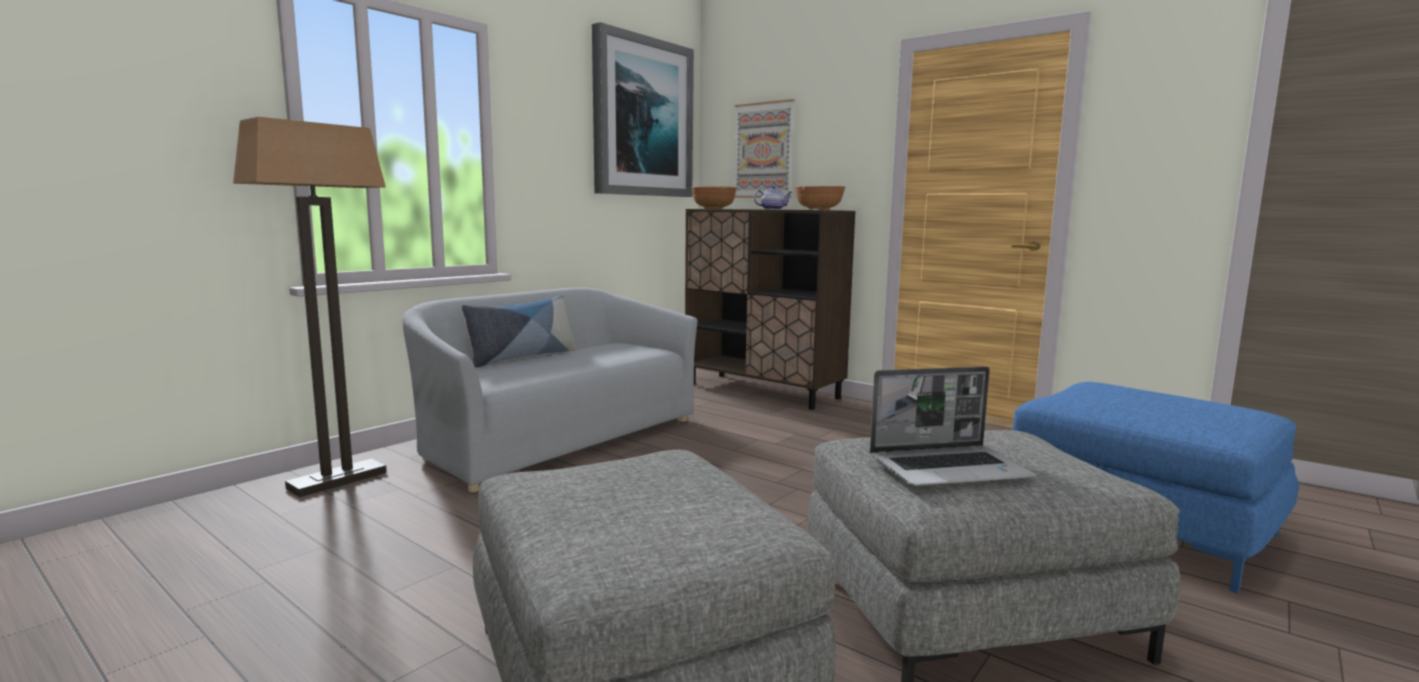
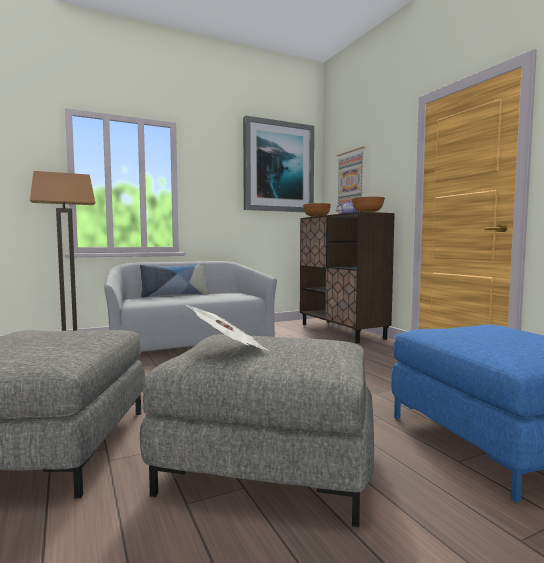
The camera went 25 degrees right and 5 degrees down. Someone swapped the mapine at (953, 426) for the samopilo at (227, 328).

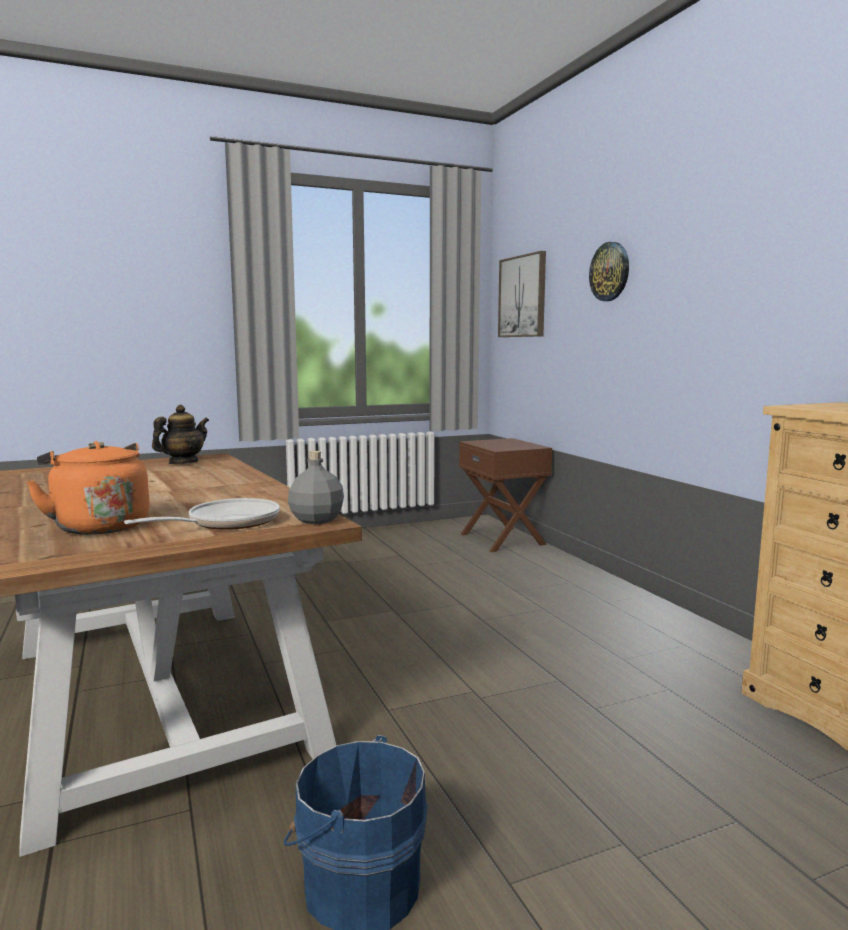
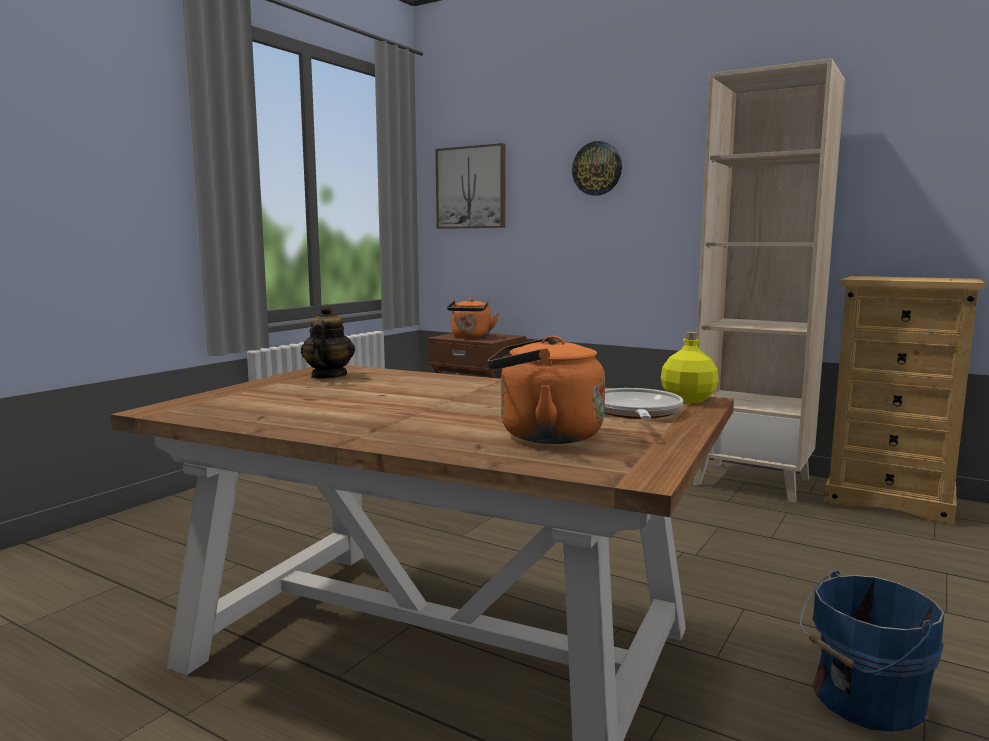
The camera went 35 degrees left and 0 degrees up. Someone put down the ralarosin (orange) at (473, 318). Someone repainted the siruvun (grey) at (316, 487), which became the siruvun (yellow) at (689, 367). Someone put down the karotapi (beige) at (769, 280).

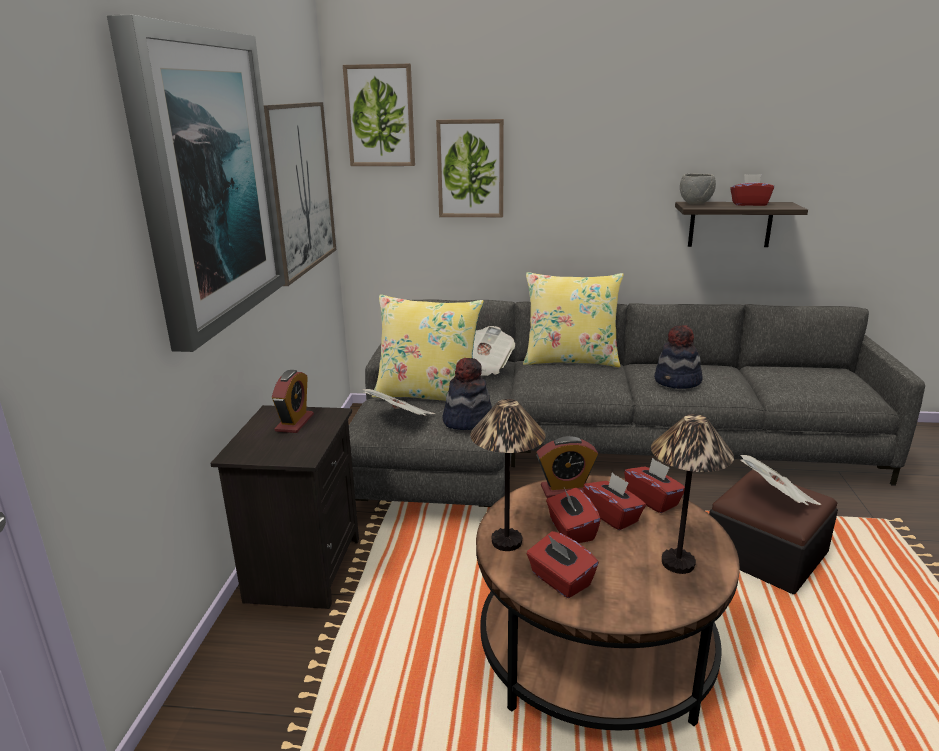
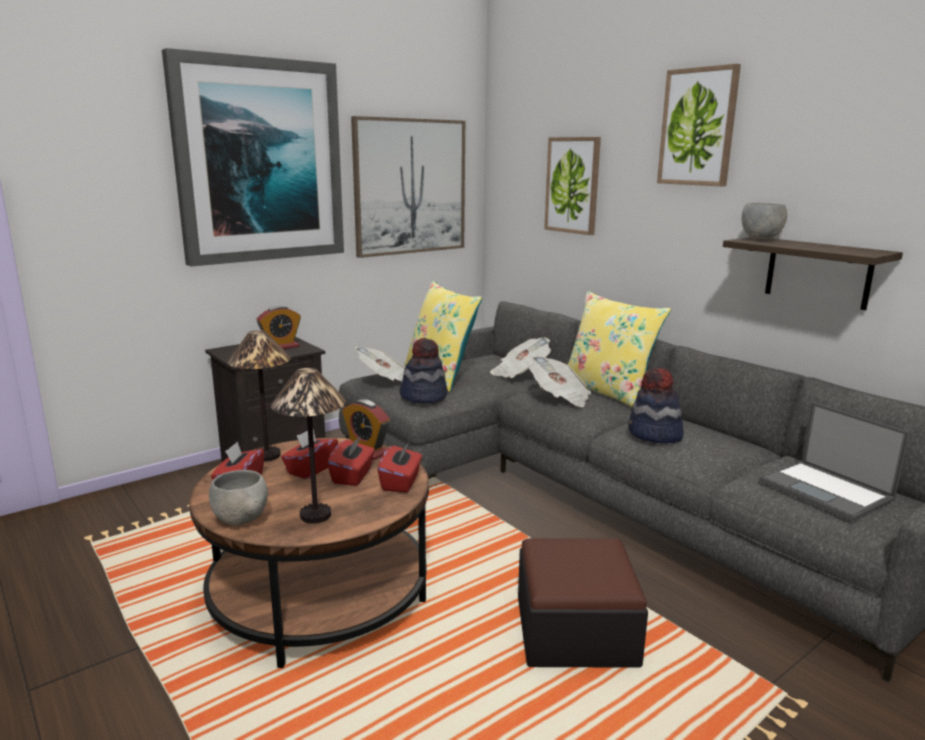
The camera went 45 degrees right and 5 degrees down. Someone put down the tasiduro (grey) at (238, 497). Someone carried the samopilo from (780, 480) to (560, 381). Someone carried the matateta from (379, 115) to (699, 125). Someone put down the mapine at (834, 462). Someone took away the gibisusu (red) at (752, 190).

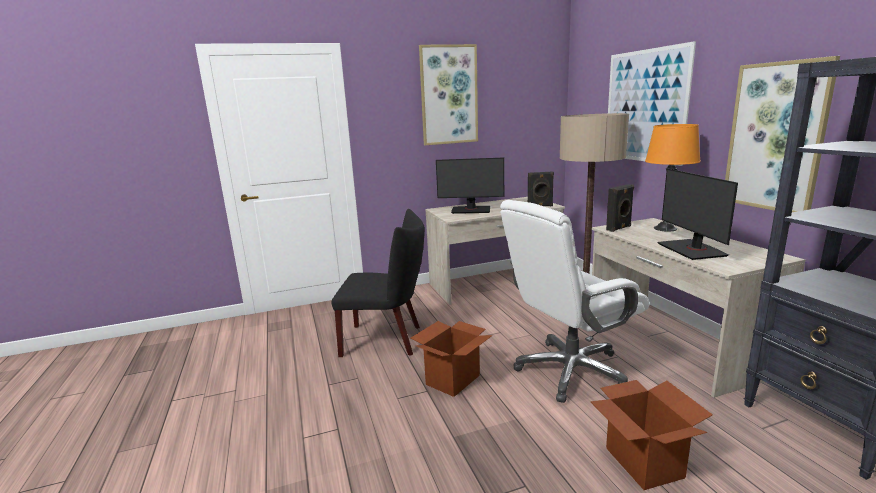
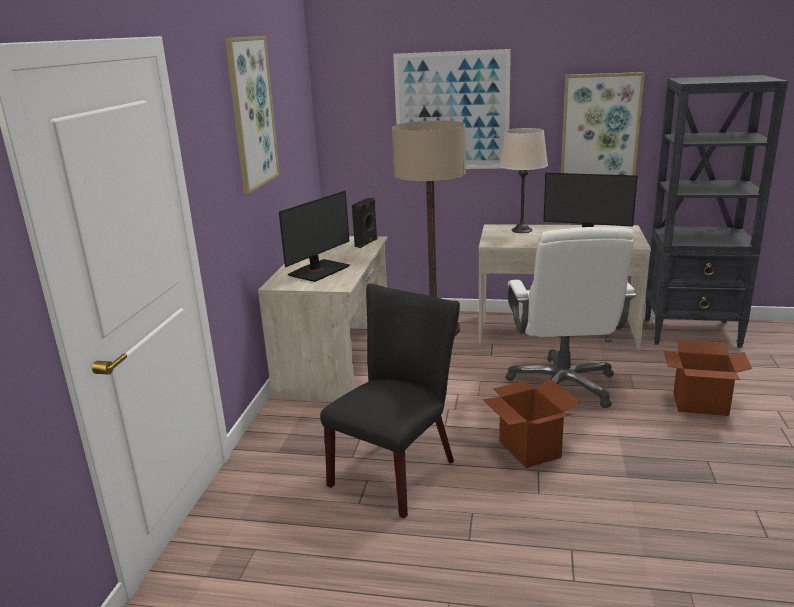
The camera went 60 degrees left and 5 degrees up. Someone repainted the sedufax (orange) at (673, 178), which became the sedufax (beige) at (523, 180). Someone took away the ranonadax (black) at (620, 208).

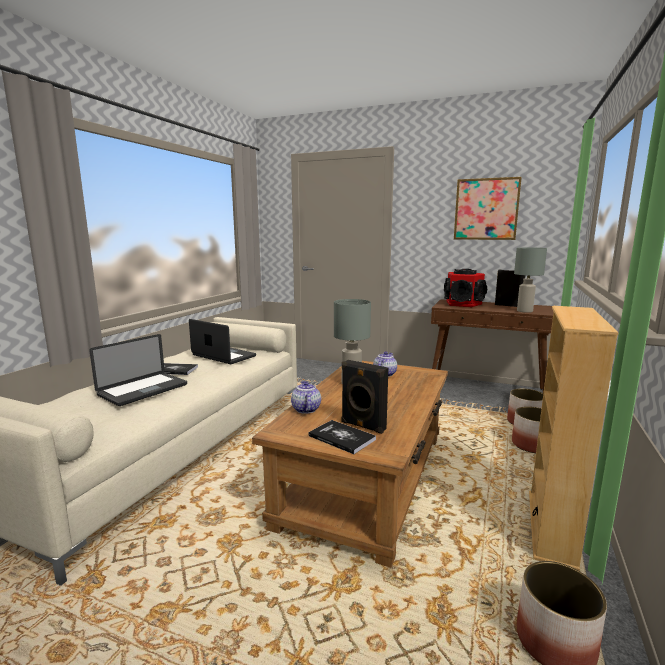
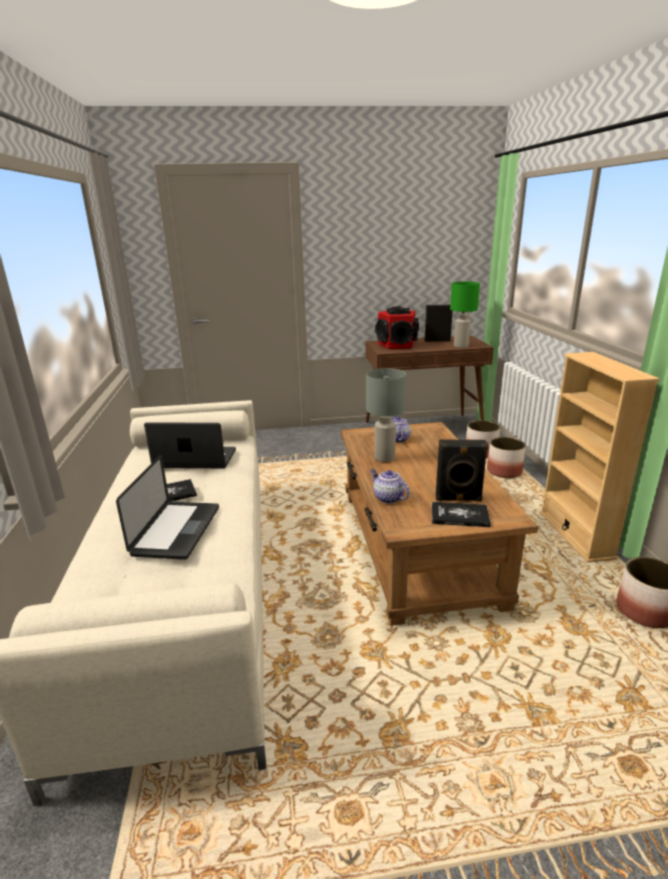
The camera went 30 degrees left and 10 degrees up. Someone repainted the sedufax (grey) at (530, 280), which became the sedufax (green) at (465, 315). Someone took away the matateta at (488, 208).

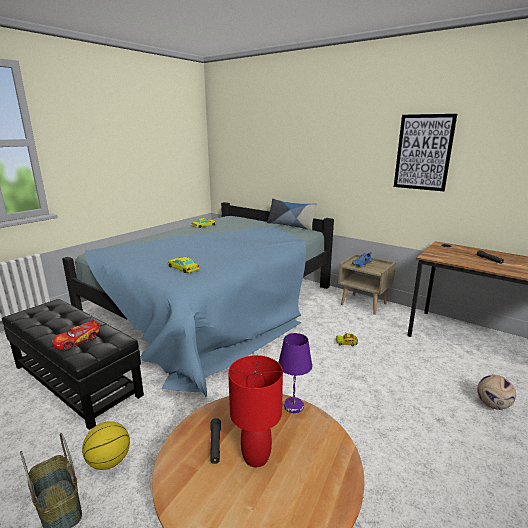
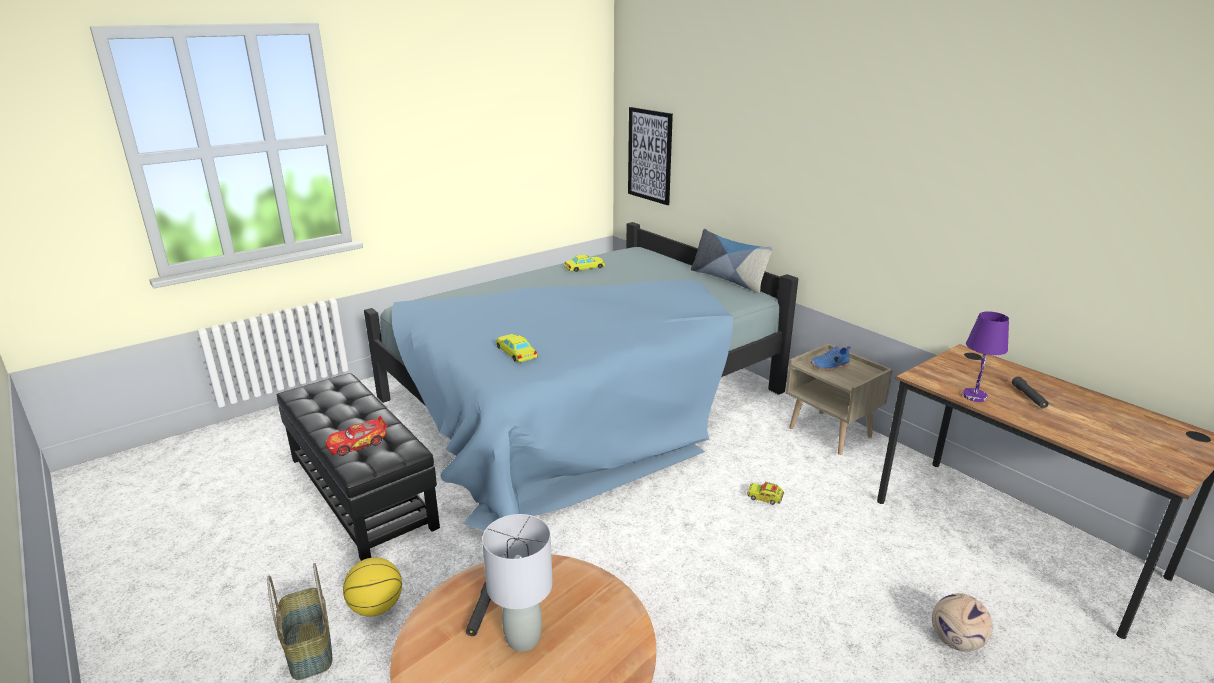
The camera went 15 degrees right and 5 degrees up. Someone repainted the sedufax (red) at (255, 411), which became the sedufax (grey) at (517, 583). Someone carried the matateta from (425, 152) to (650, 156). Someone carried the sedufax (purple) from (295, 373) to (985, 356).

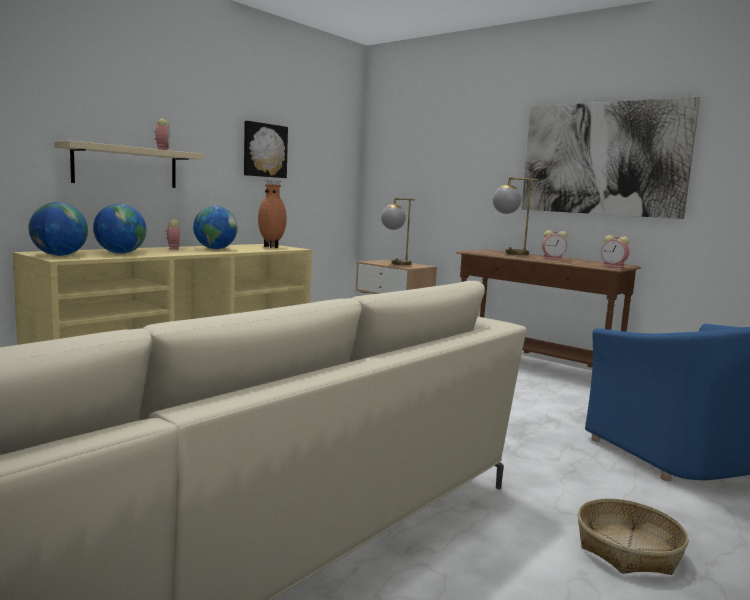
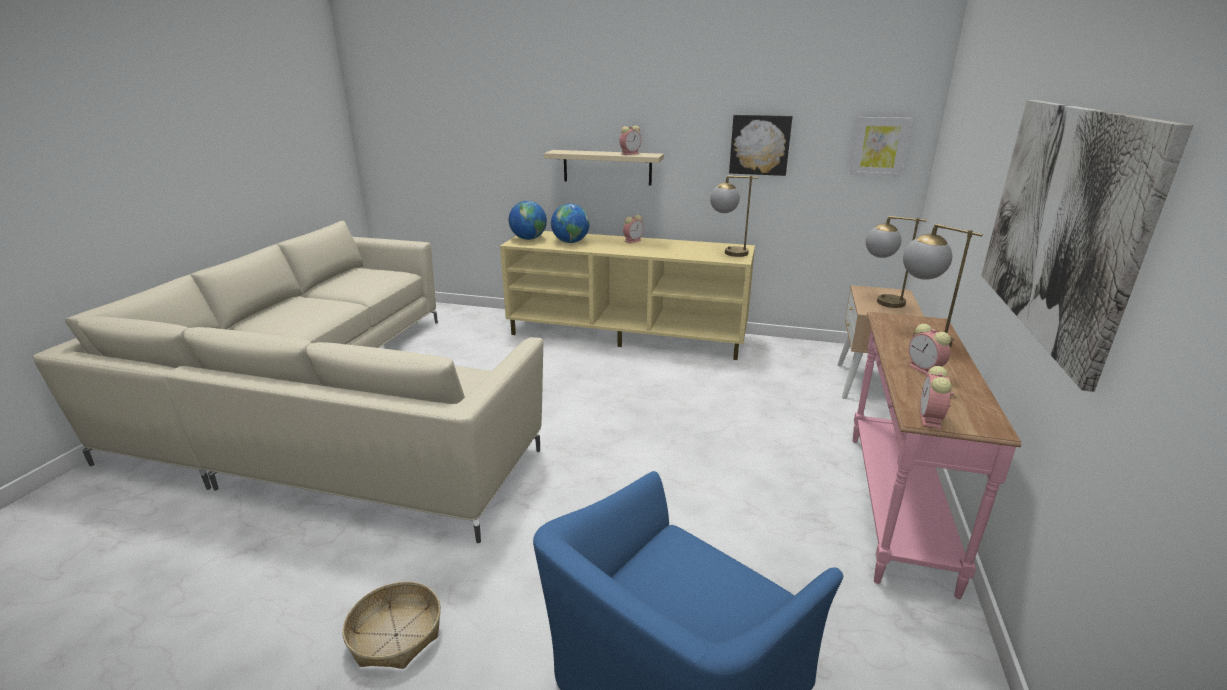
The camera went 65 degrees right and 15 degrees up. Someone swapped the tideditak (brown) at (272, 214) for the sedufax at (734, 216). Someone put up the matateta at (881, 146). Someone repainted the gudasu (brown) at (548, 308), which became the gudasu (pink) at (937, 455). Someone took away the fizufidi at (215, 227).

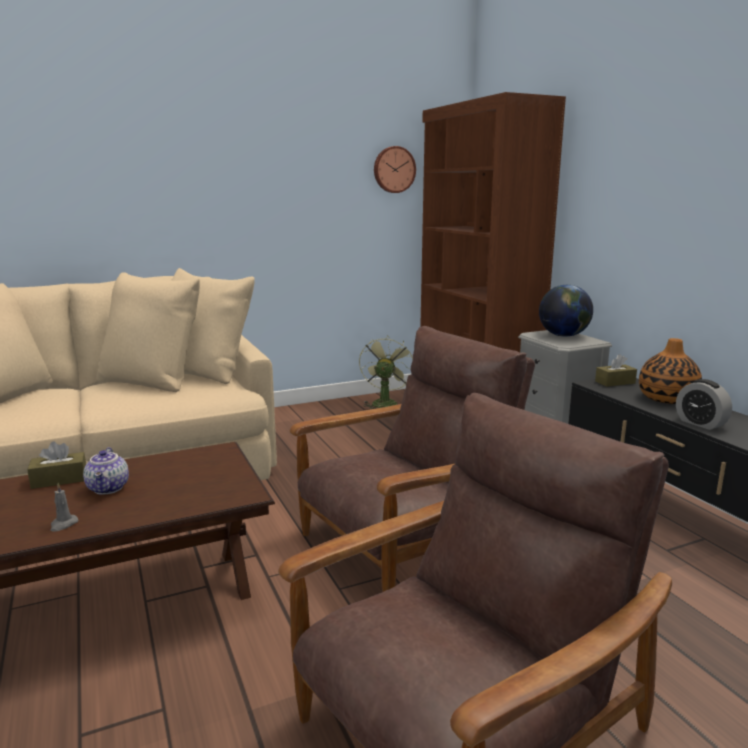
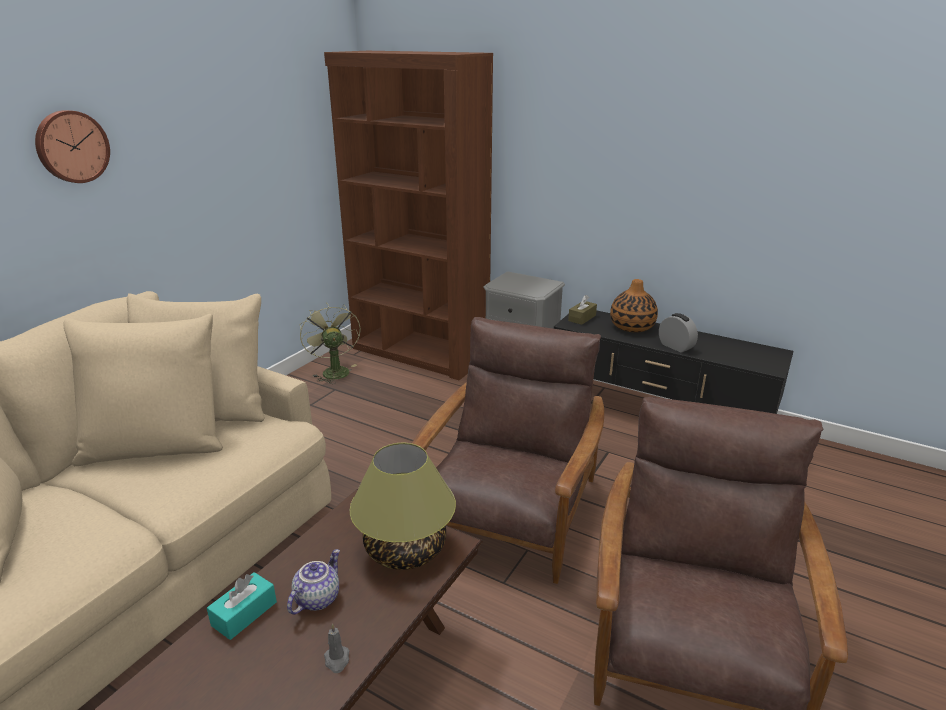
The camera went 35 degrees left and 10 degrees up. Someone carried the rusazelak from (395, 169) to (72, 146). Someone repainted the gibisusu (brown) at (56, 465), which became the gibisusu (turquoise) at (242, 606). Someone rotated the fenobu at (106, 471) by 105 degrees counterclockwise. Someone put down the sedufax at (403, 506). Someone rotated the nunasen at (704, 404) by 150 degrees counterclockwise. Someone took away the fizufidi at (566, 311).

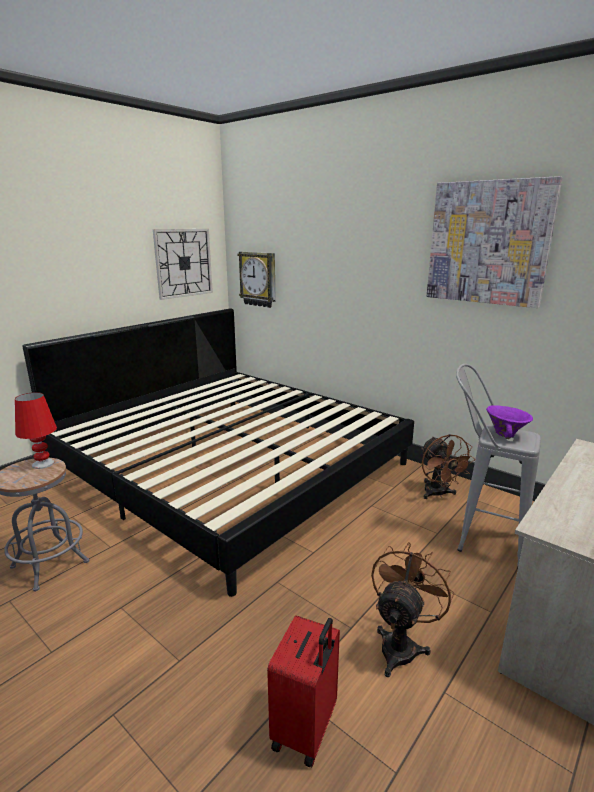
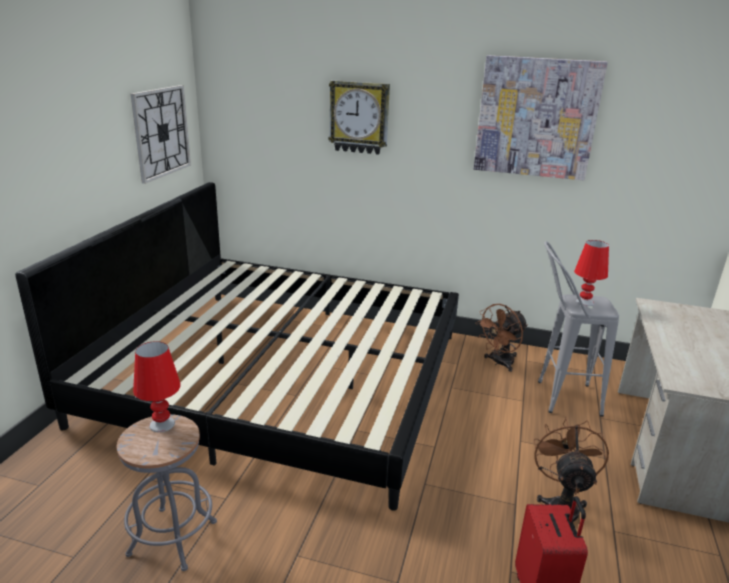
The camera went 25 degrees left and 5 degrees up. Someone carried the rusazelak from (256, 280) to (359, 117). Someone rotated the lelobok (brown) at (448, 466) by 90 degrees clockwise. Someone swapped the tasiduro (purple) at (509, 422) for the sedufax (red) at (591, 273).

